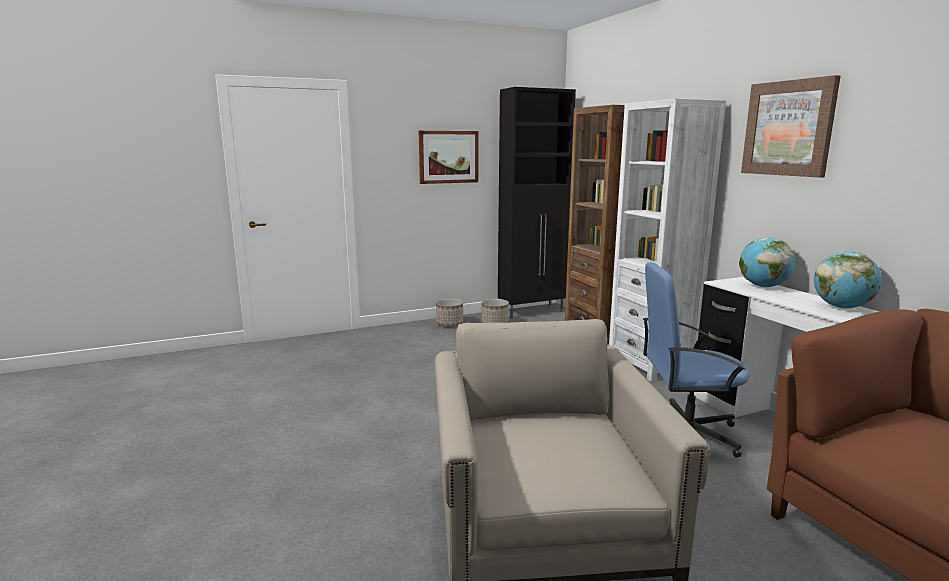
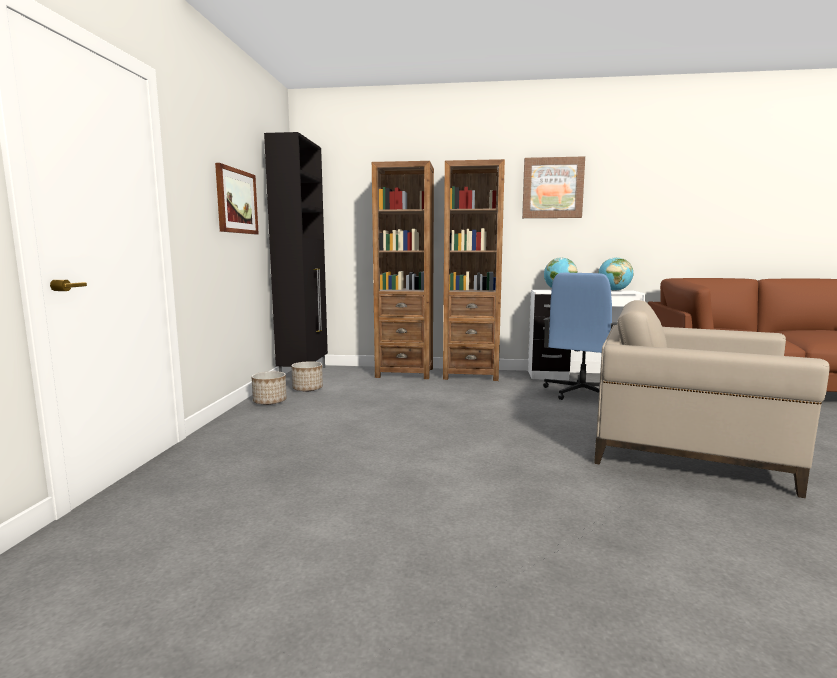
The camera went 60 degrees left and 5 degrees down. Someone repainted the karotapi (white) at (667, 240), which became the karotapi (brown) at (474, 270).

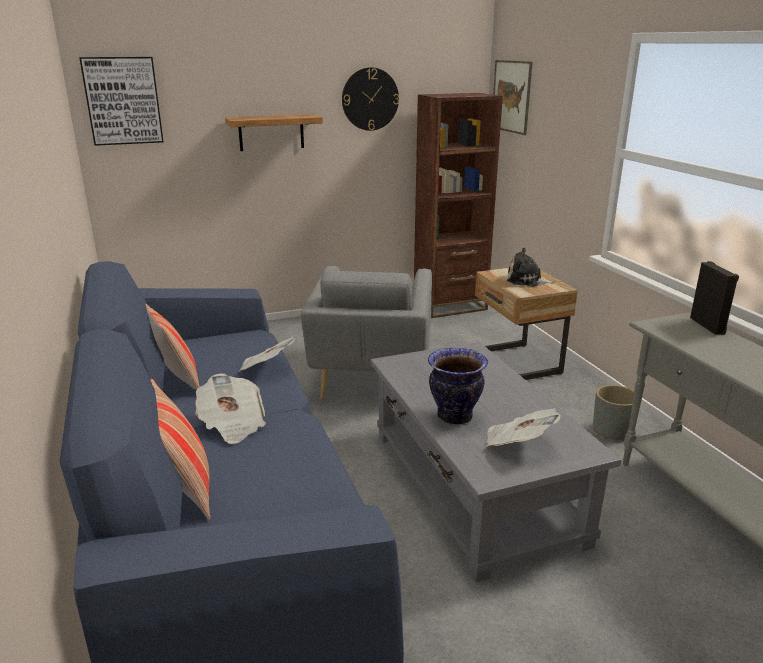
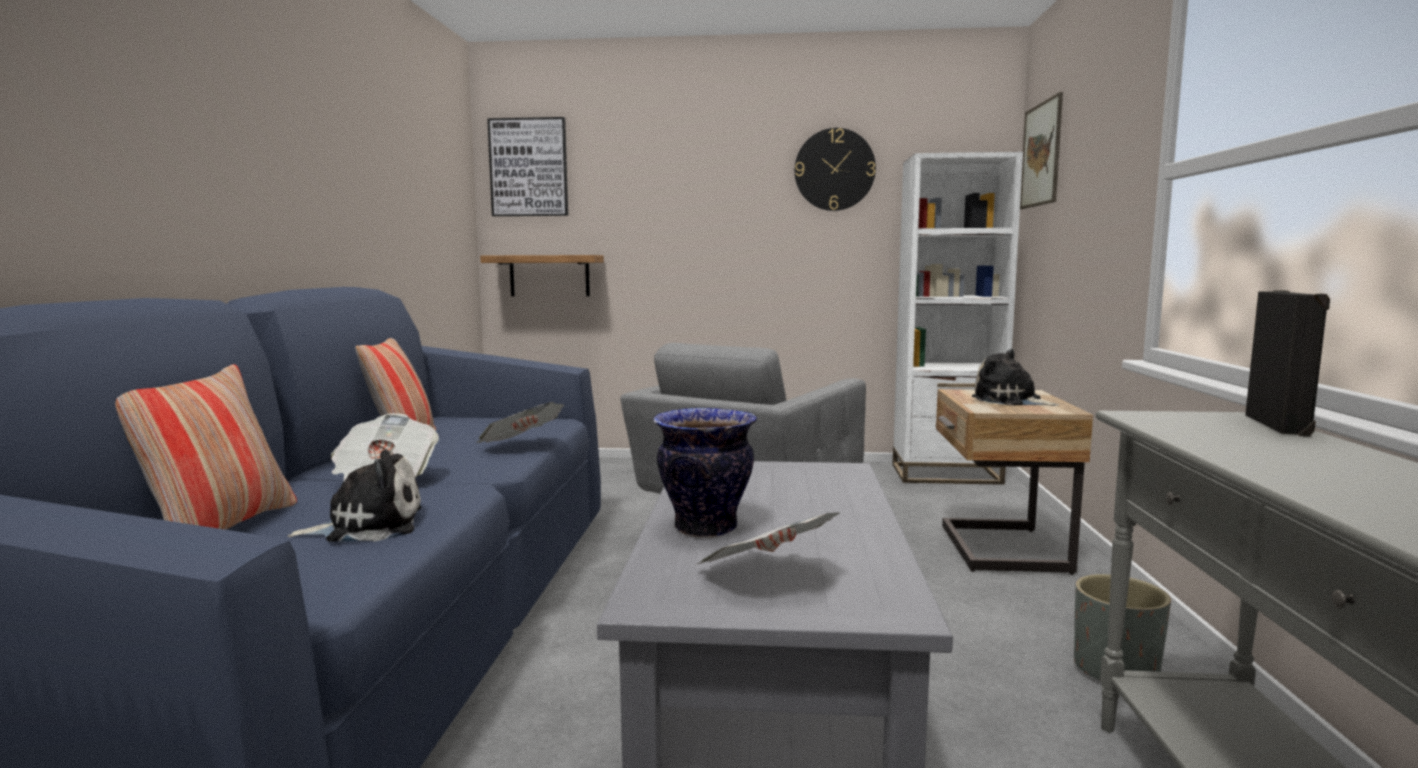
The camera went 25 degrees right and 15 degrees down. Someone put down the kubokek at (354, 496). Someone carried the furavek from (274, 132) to (542, 275). Someone repainted the karotapi (brown) at (458, 205), which became the karotapi (white) at (957, 318).

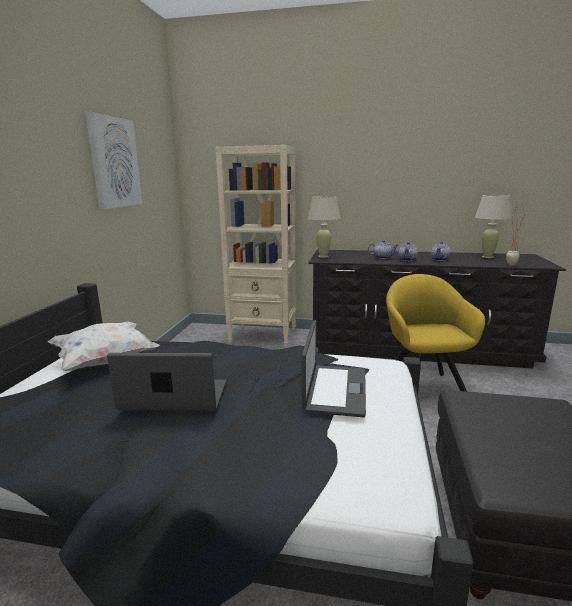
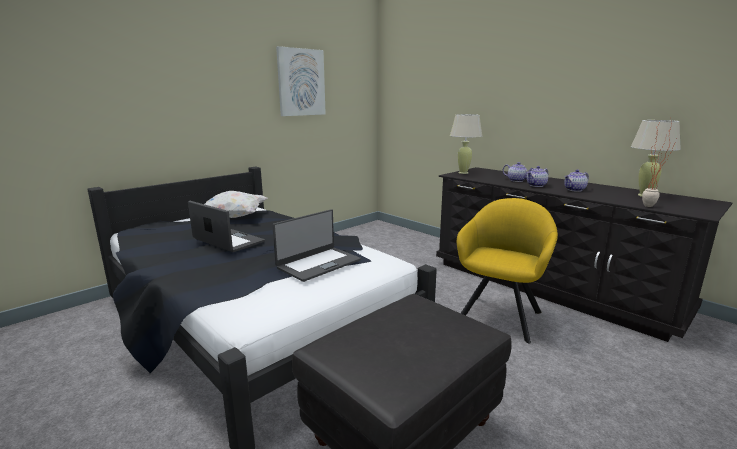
The camera went 35 degrees right and 0 degrees up. Someone took away the karotapi (beige) at (256, 245).

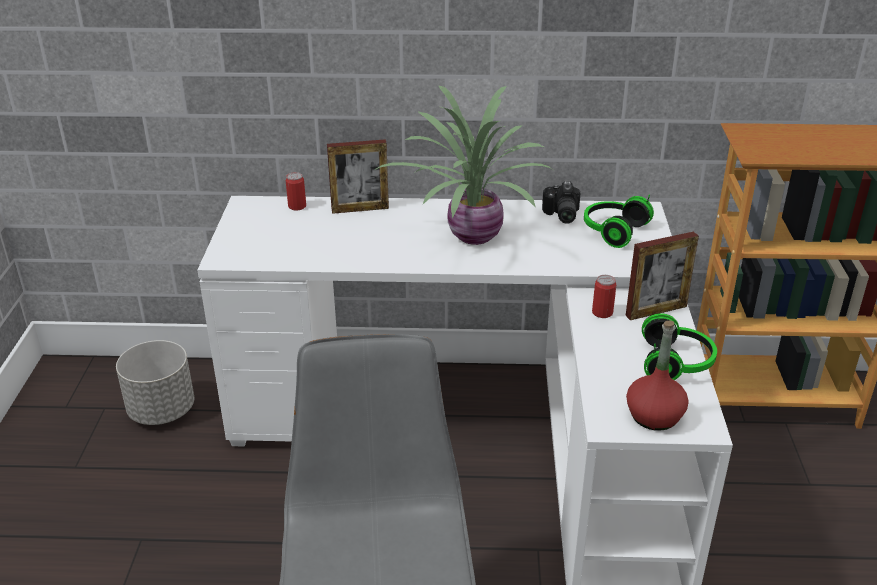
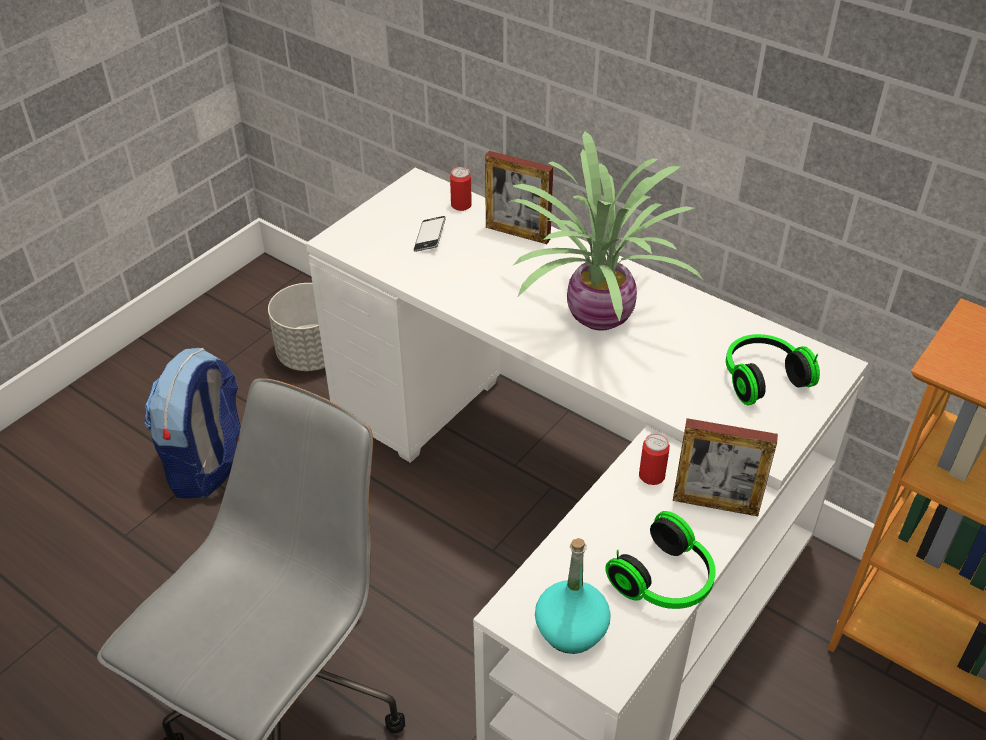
The camera went 35 degrees right and 10 degrees up. Someone put down the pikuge at (192, 423). Someone put down the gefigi at (430, 234). Someone repainted the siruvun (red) at (657, 375), which became the siruvun (turquoise) at (573, 596). Someone took away the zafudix at (561, 202).

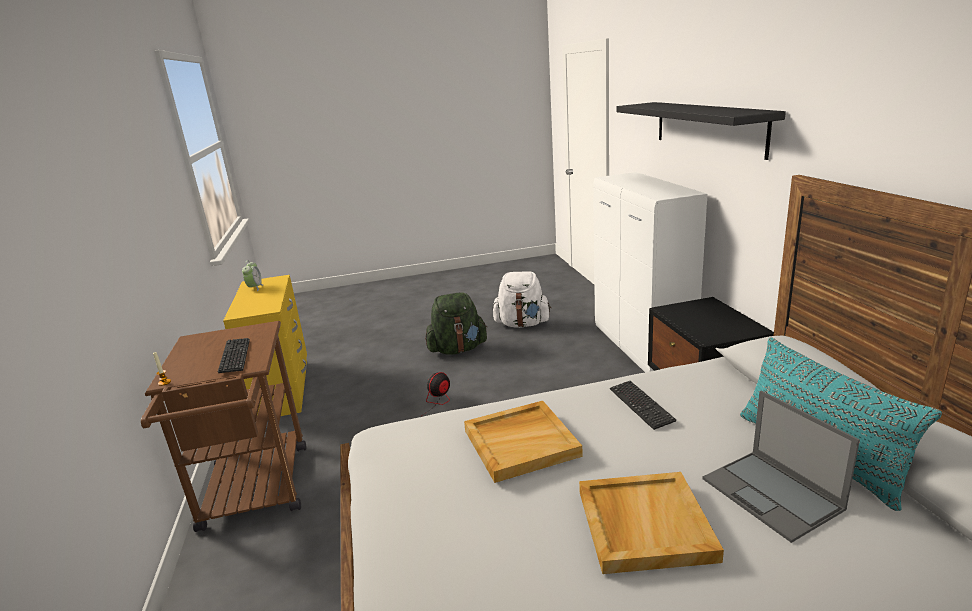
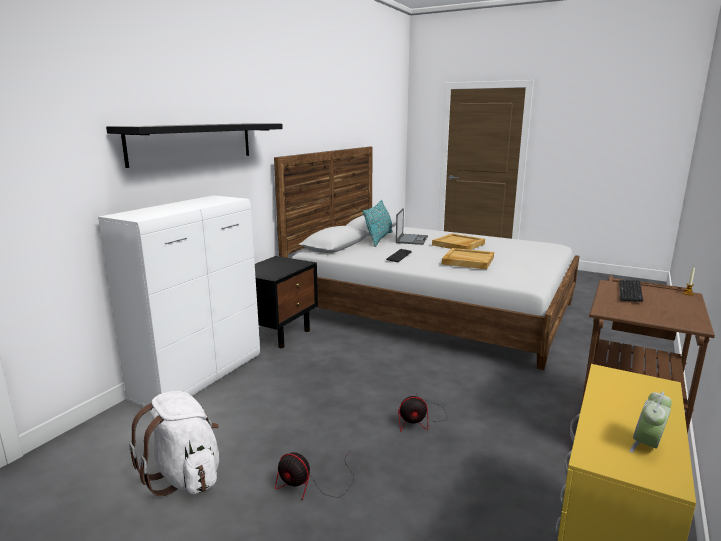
The camera went 140 degrees left and 5 degrees down. Someone swapped the pikuge (green) at (456, 323) for the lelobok at (314, 476).

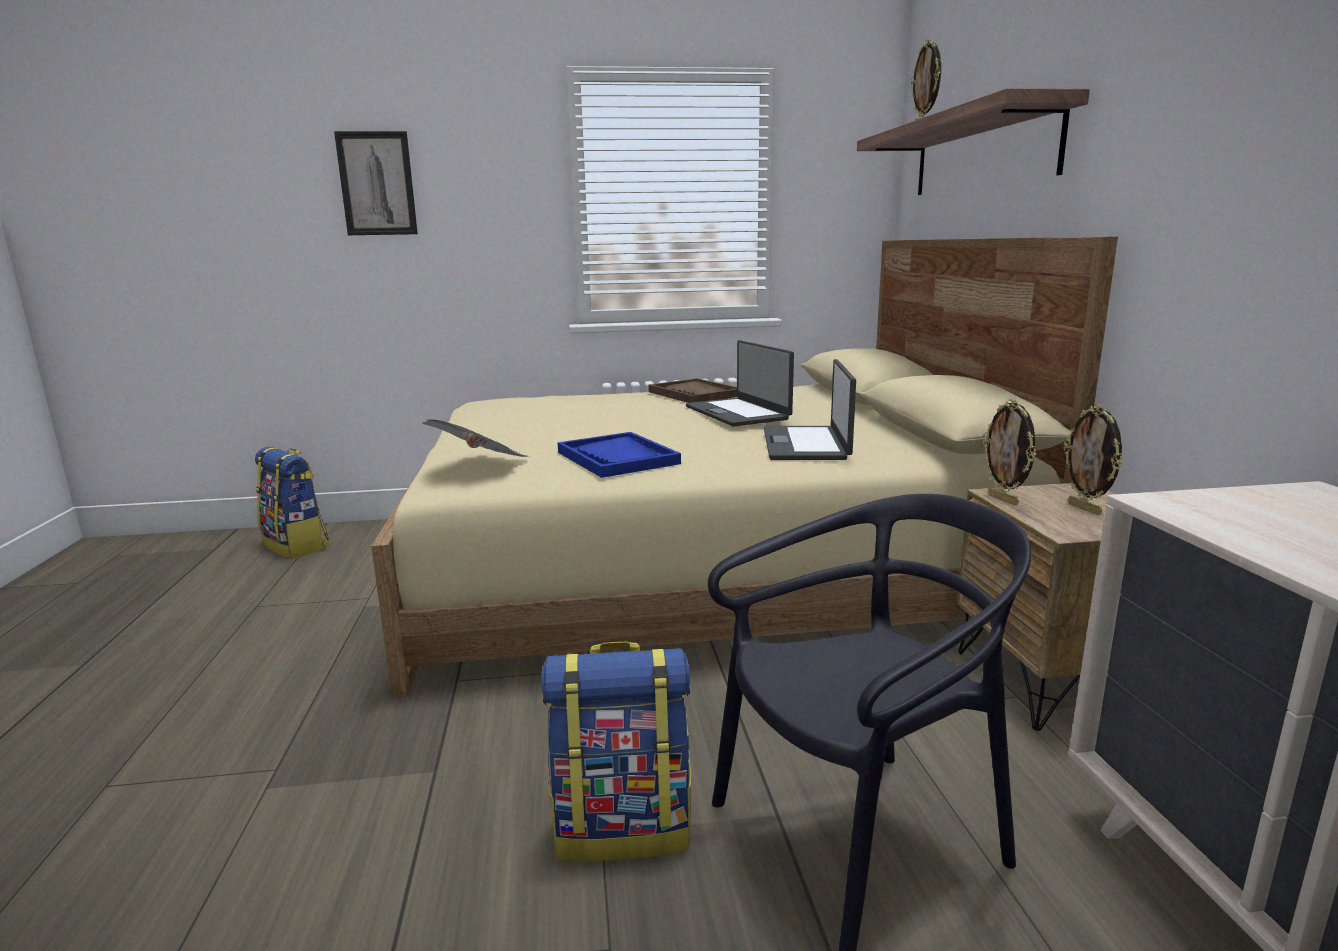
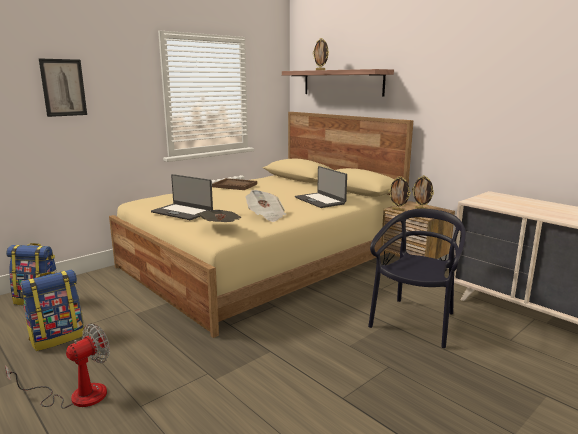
The camera went 35 degrees left and 0 degrees up. Someone put down the lelobok at (57, 366). Someone carried the pikuge from (616, 751) to (52, 310). Someone carried the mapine from (740, 383) to (182, 197). Someone swapped the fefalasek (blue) at (619, 455) for the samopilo at (265, 206).

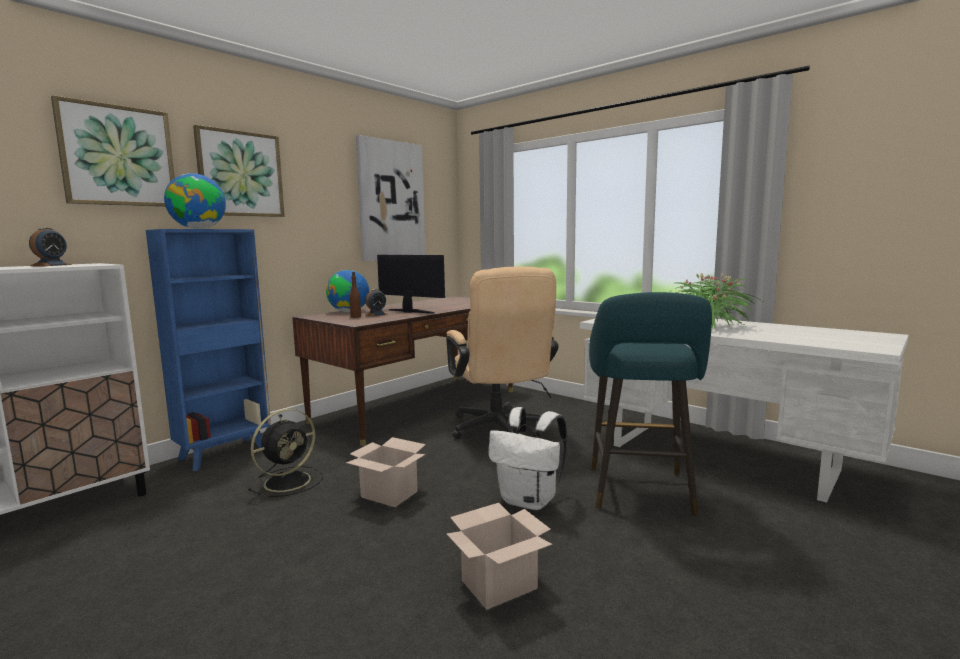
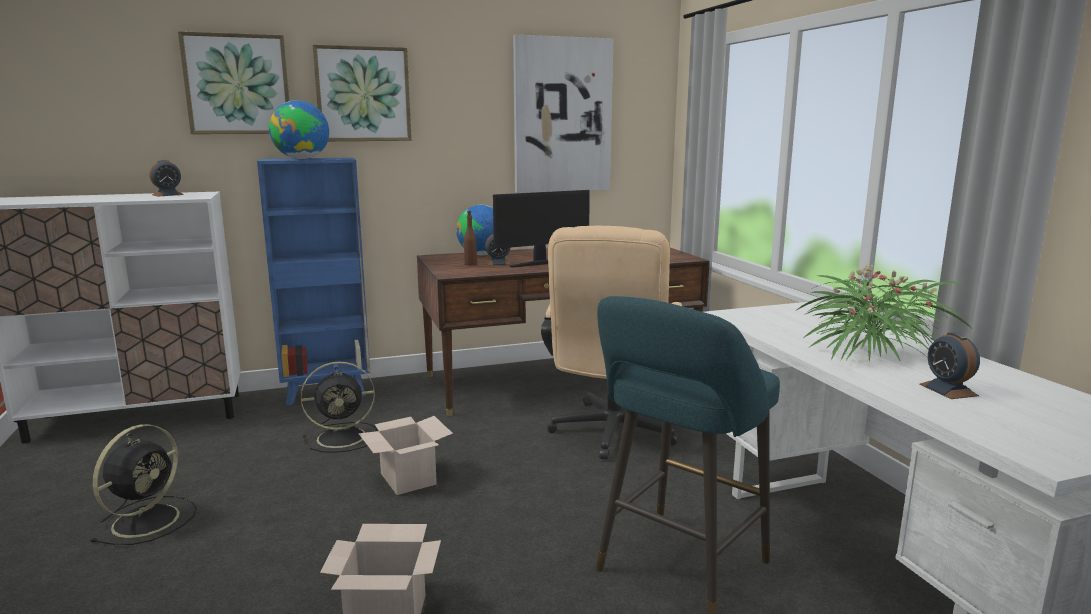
The camera went 30 degrees right and 5 degrees up. Someone put down the lelobok (black) at (143, 484). Someone rotated the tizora at (411, 284) by 90 degrees clockwise. Someone put down the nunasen at (949, 365). Someone took away the pikuge (white) at (528, 458).

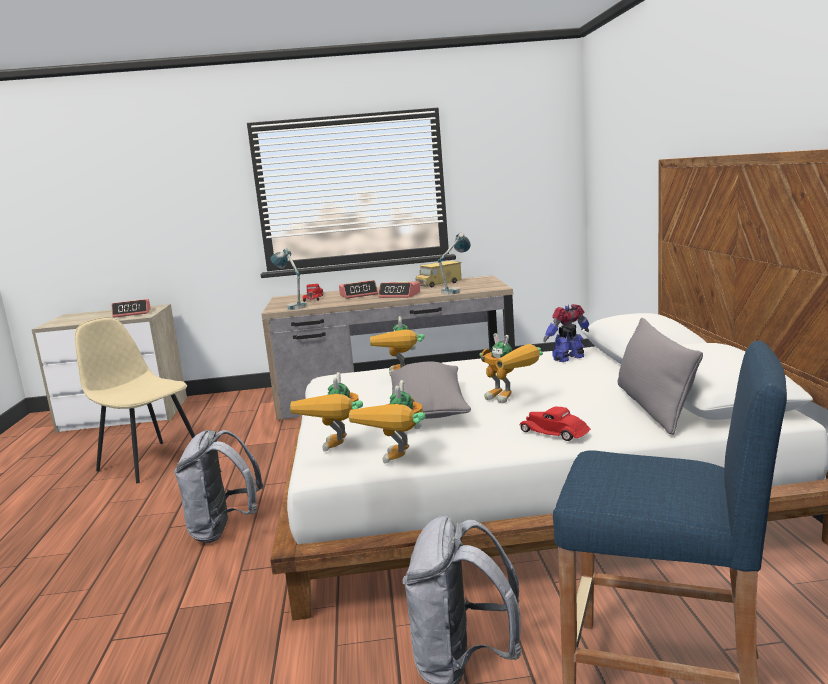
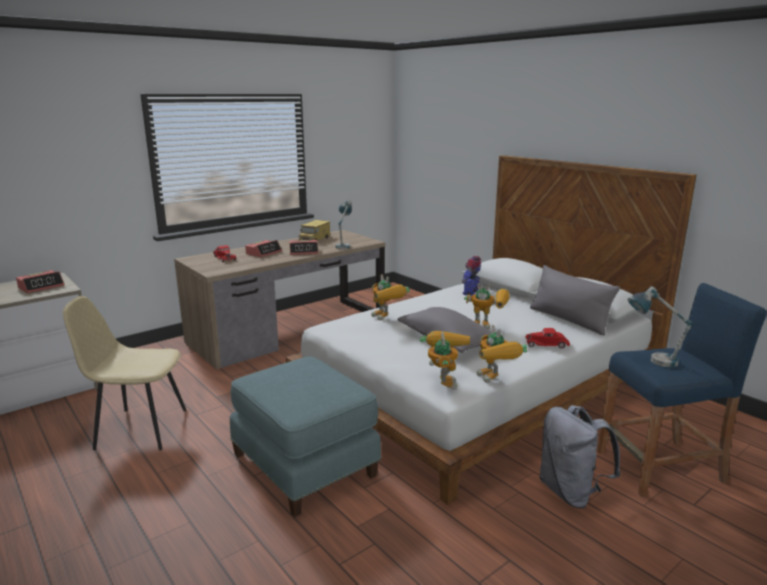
The camera went 35 degrees left and 5 degrees up. Someone swapped the pikuge (grey) at (219, 486) for the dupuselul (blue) at (305, 437). Someone rotated the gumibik at (326, 412) by 150 degrees counterclockwise. Someone carried the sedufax from (288, 279) to (660, 327).

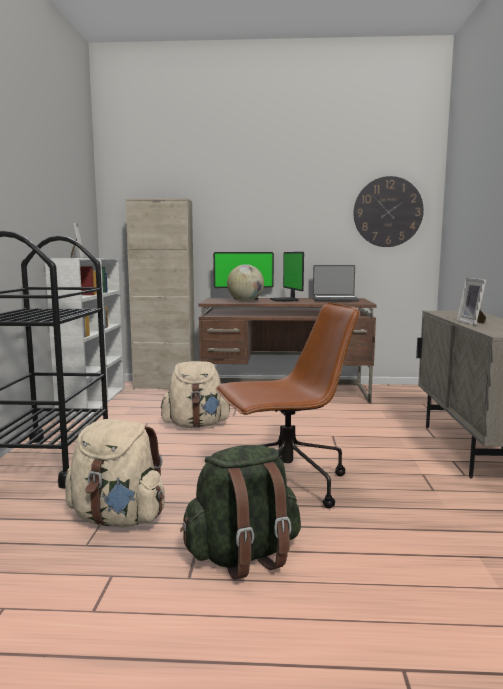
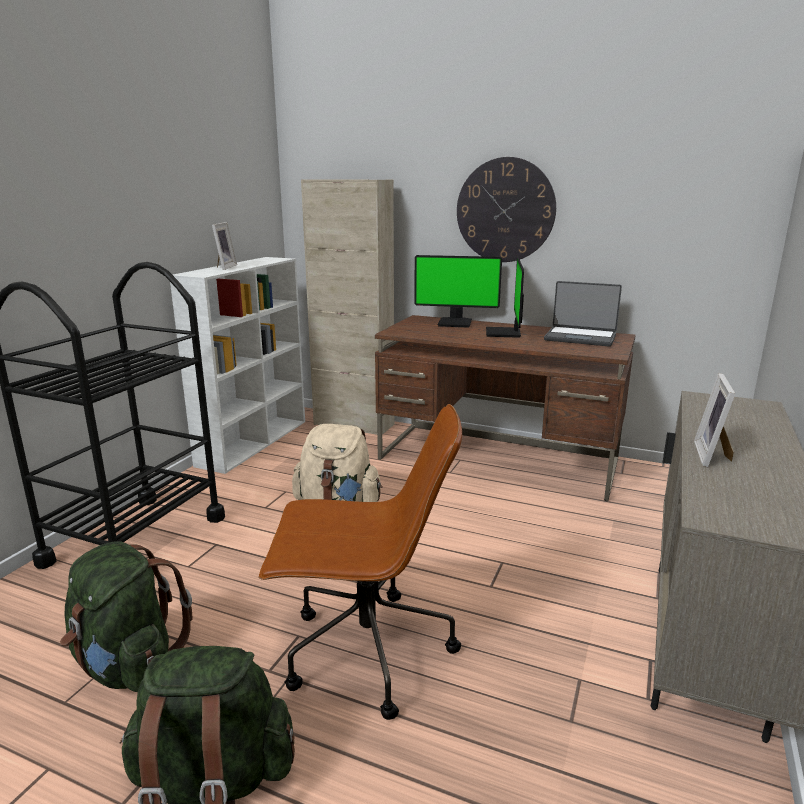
The camera went 20 degrees right and 10 degrees up. Someone repainted the pikuge (beige) at (115, 473), which became the pikuge (green) at (126, 616). Someone carried the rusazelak from (388, 211) to (506, 209). Someone took away the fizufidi at (245, 283).

